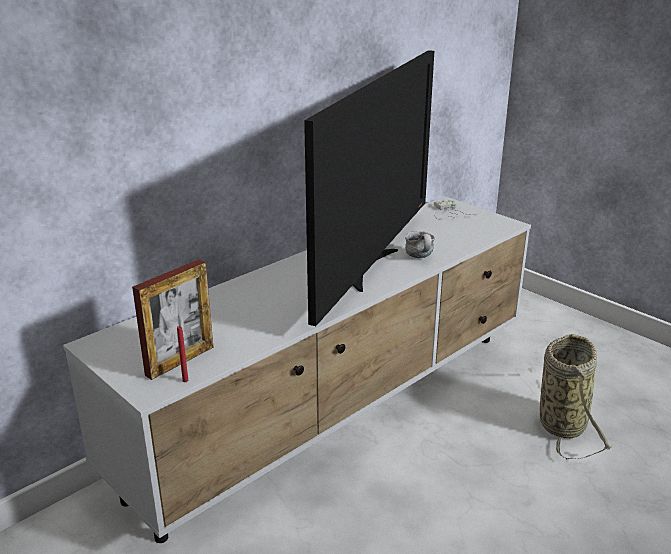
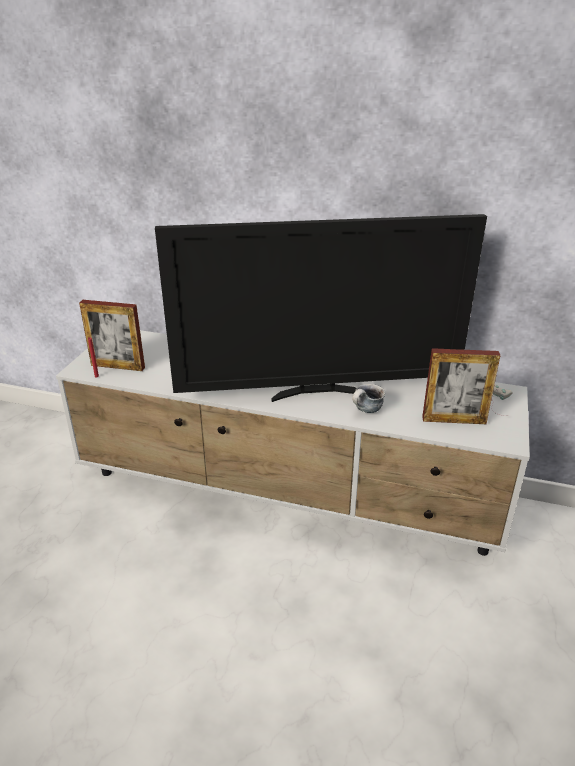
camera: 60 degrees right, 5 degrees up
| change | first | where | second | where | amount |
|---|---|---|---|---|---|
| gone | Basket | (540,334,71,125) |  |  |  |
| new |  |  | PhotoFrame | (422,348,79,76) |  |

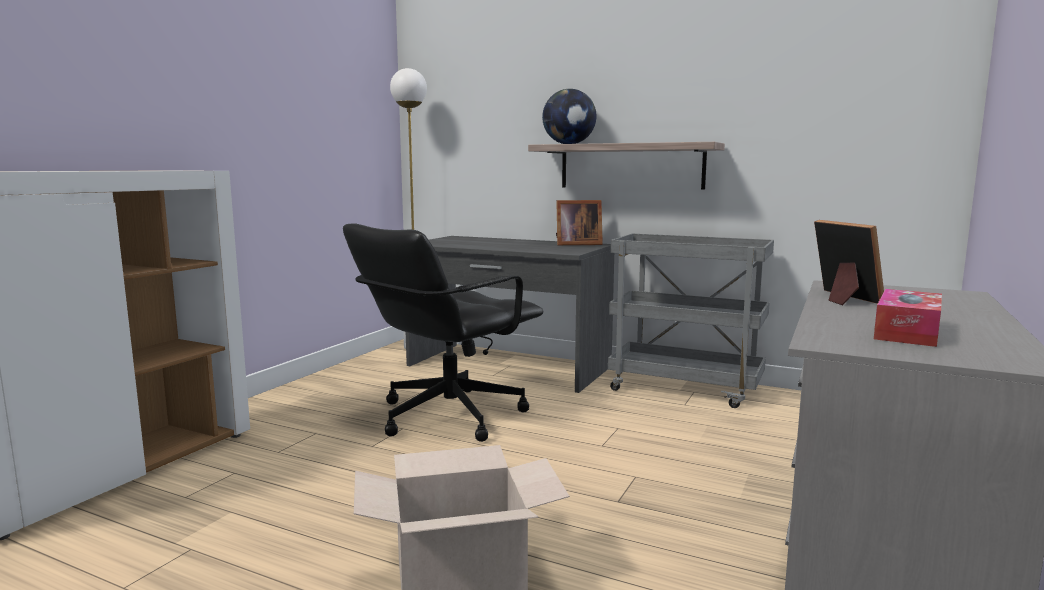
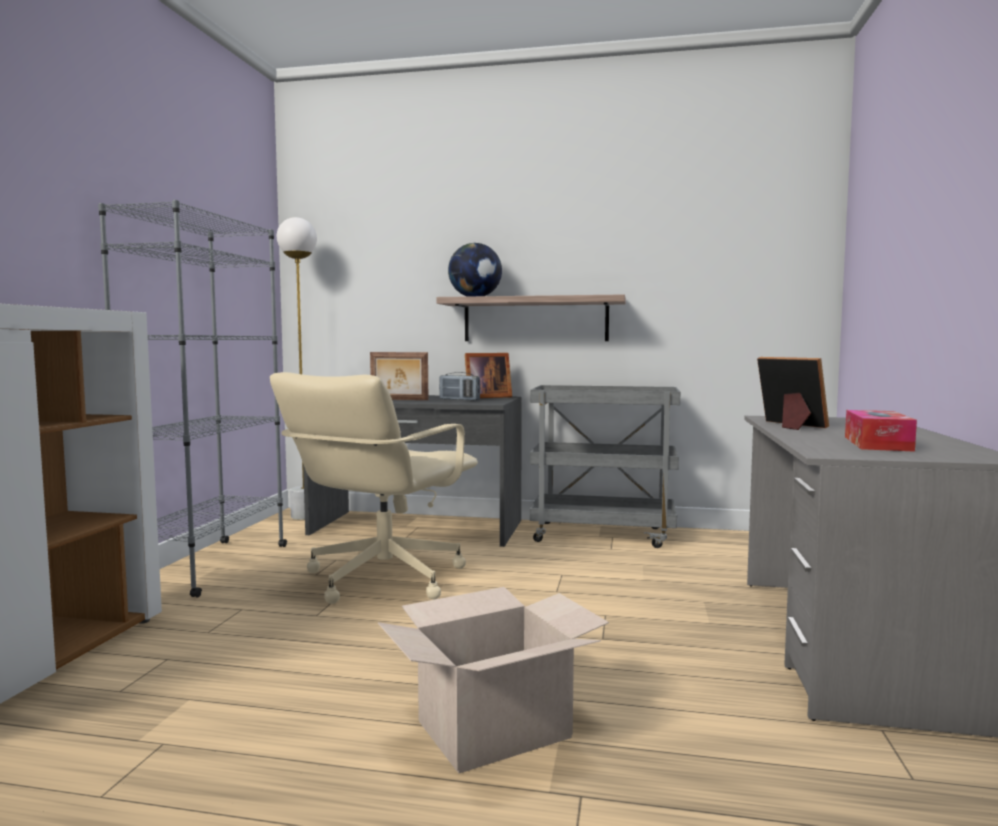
camera: 15 degrees left, 5 degrees down
| change | first | where | second | where | amount |
|---|---|---|---|---|---|
| repainted | BlackishOfficeChair | (343,223,200,219) | SandColouredOfficeChair | (270,372,208,232) |  |
| new |  |  | GreyishShelvingUnit | (98,200,189,397) |  |
| new |  |  | PhotoFrame | (370,352,58,48) |  |
| new |  |  | RadioSet | (439,372,41,29) |  |

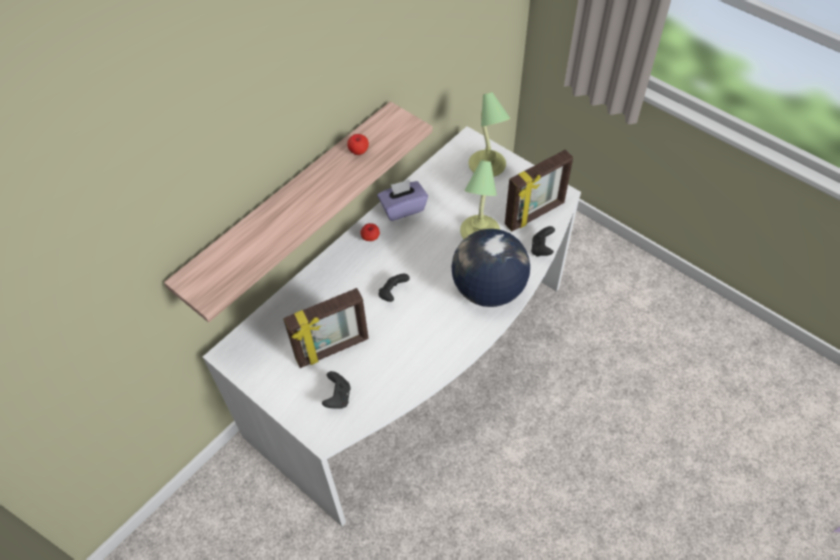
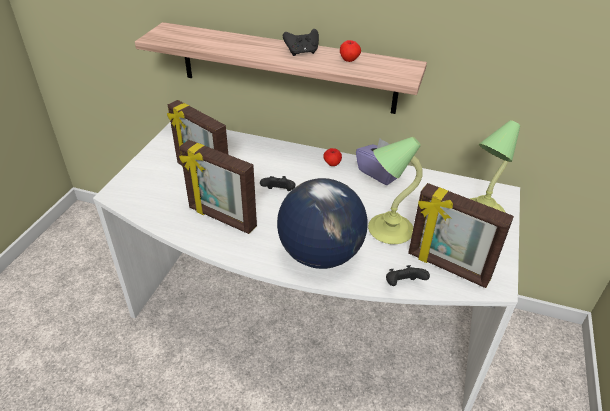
camera: 65 degrees right, 15 degrees down
| change | first | where | second | where | amount |
|---|---|---|---|---|---|
| shifted | BlackishJoypad | (322,371,29,38) |  | (283,29,36,27) |  |
| new |  |  | PhotoFrame | (179,140,78,94) |  |

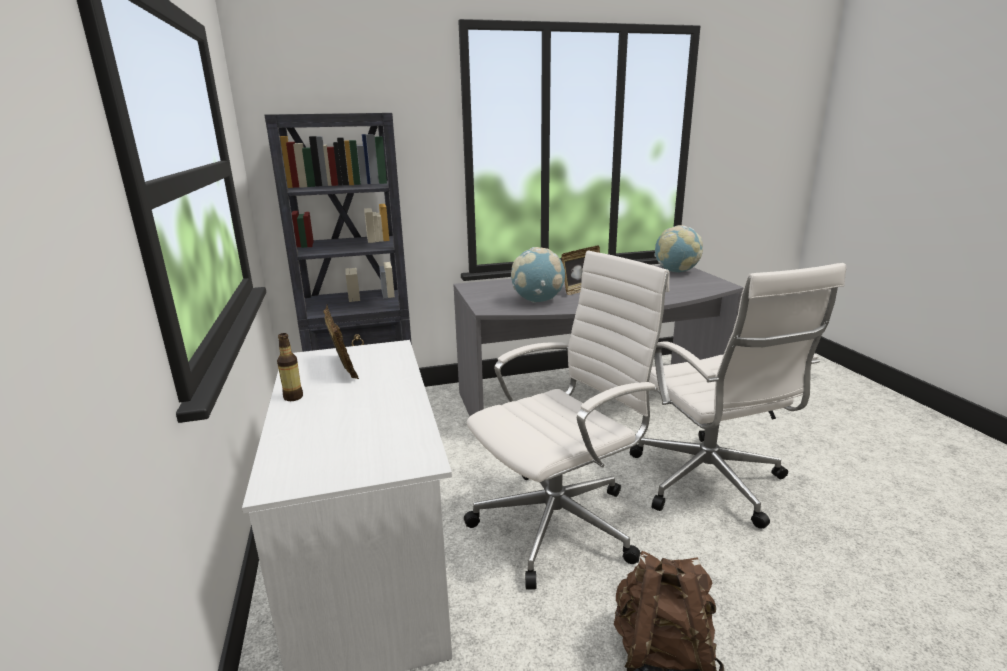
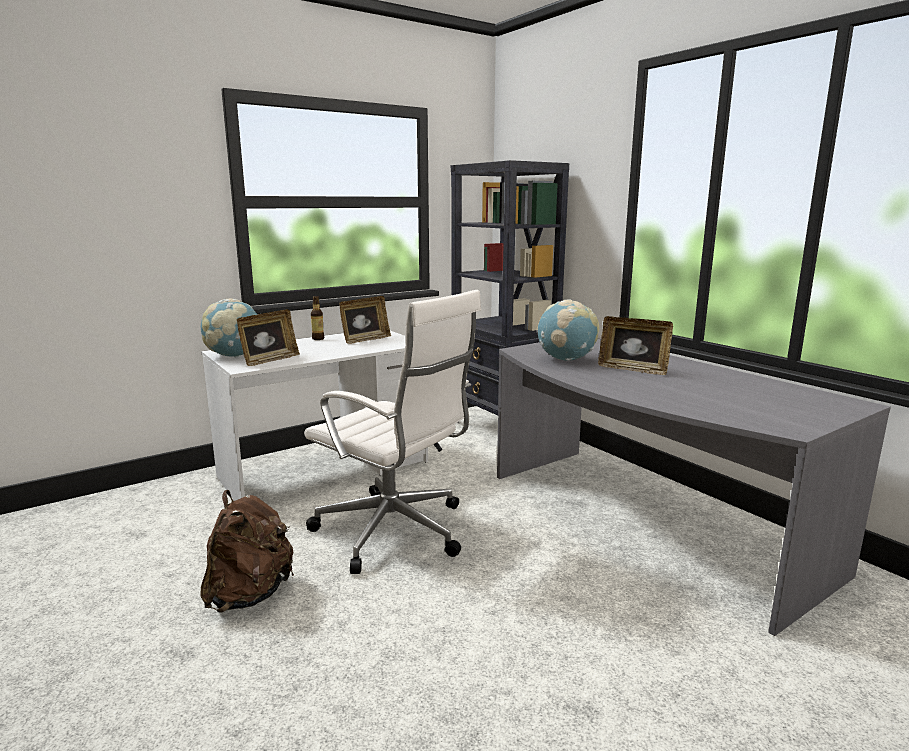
camera: 70 degrees right, 5 degrees down
| change | first | where | second | where | amount |
|---|---|---|---|---|---|
| shifted | WorldGlobe | (654,225,49,47) |  | (201,299,56,58) |  |
| gone | WhitishOfficeChair | (630,263,216,266) |  |  |  |
| new |  |  | PhotoFrame | (237,309,63,57) |  |

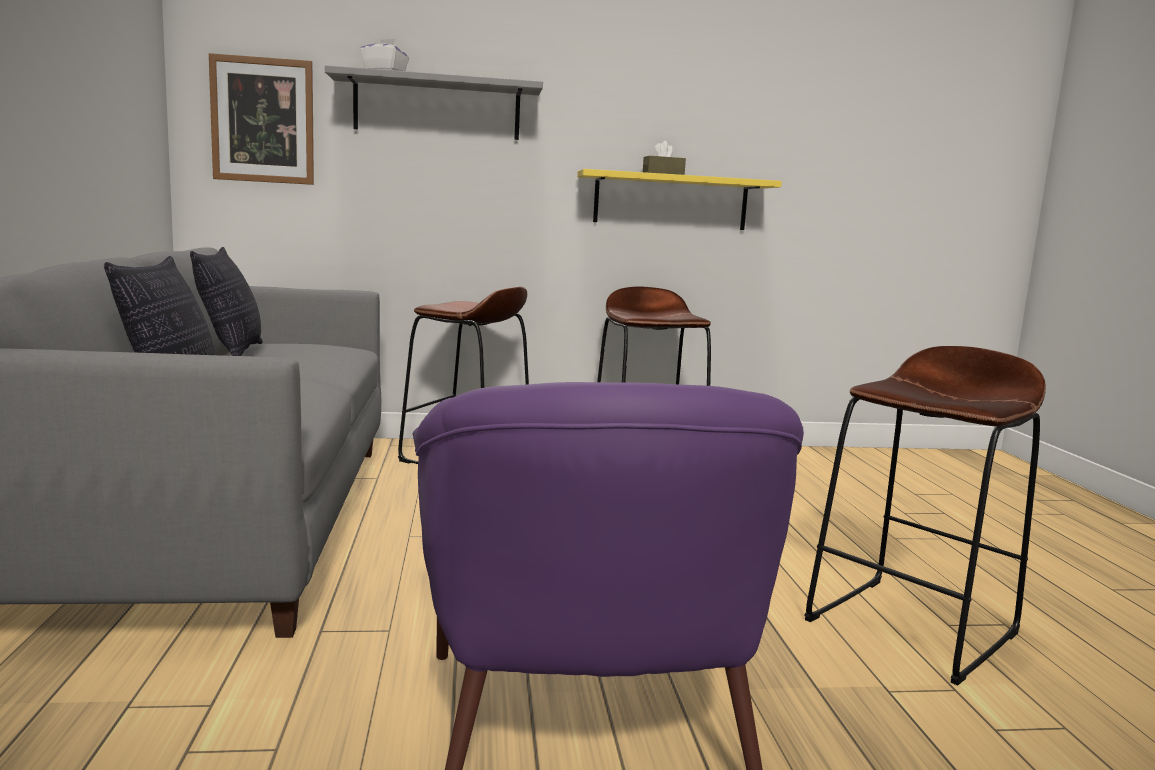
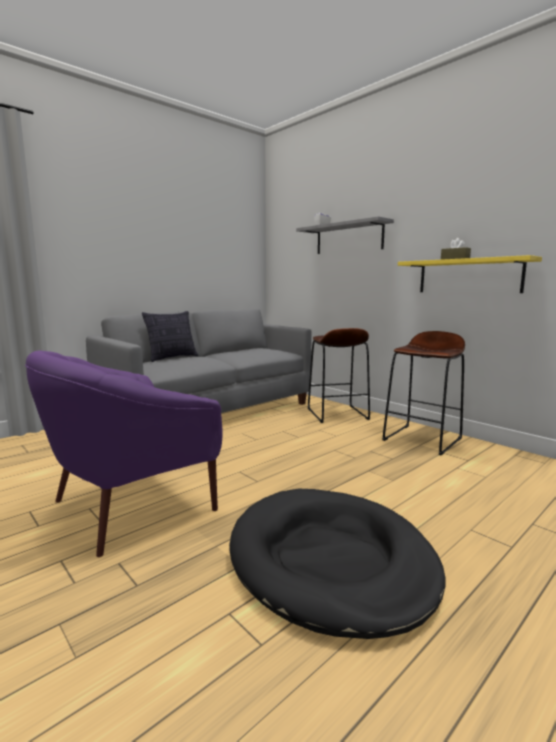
camera: 55 degrees right, 0 degrees up
| change | first | where | second | where | amount |
|---|---|---|---|---|---|
| gone | WallArt | (209,53,105,132) |  |  |  |
| gone | ThrowPillow | (190,247,73,109) |  |  |  |
| swapped | BrownishStoolSeat | (804,346,242,340) | BlackishPetBed | (229,489,216,150) |  |

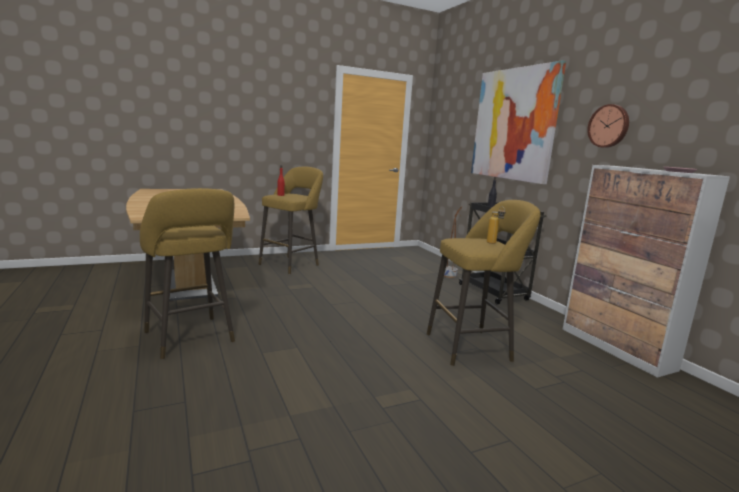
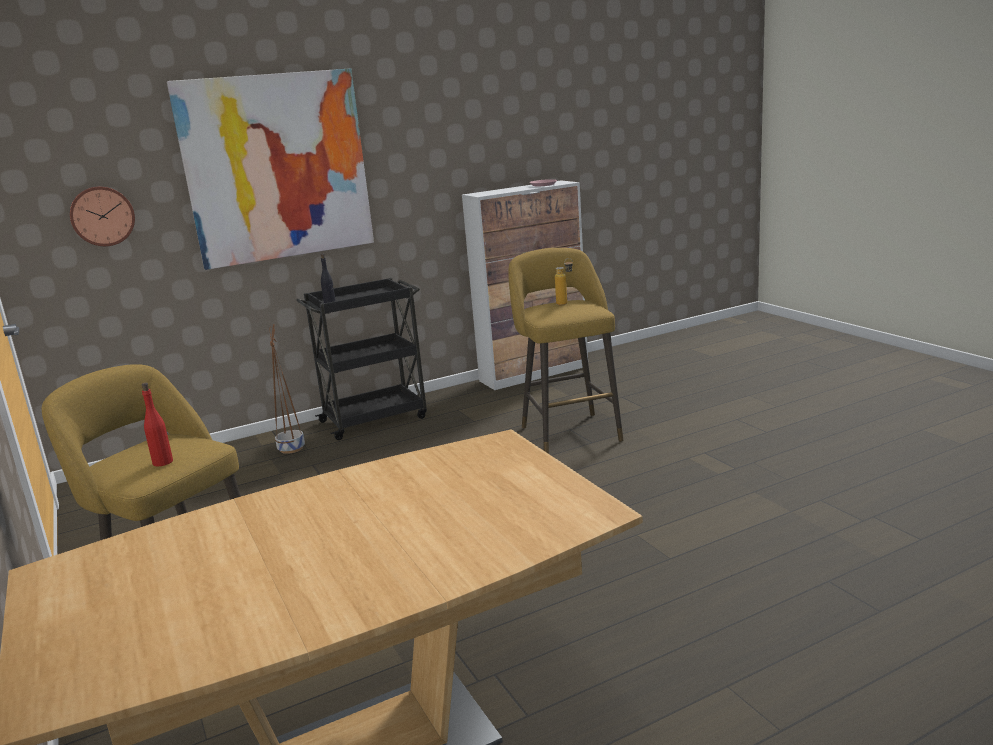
camera: 90 degrees left, 5 degrees up
| change | first | where | second | where | amount |
|---|---|---|---|---|---|
| shifted | WallClock | (587,104,42,44) |  | (70,186,65,60) |  |
| gone | YellowColouredStoolSeat | (140,188,95,171) |  |  |  |

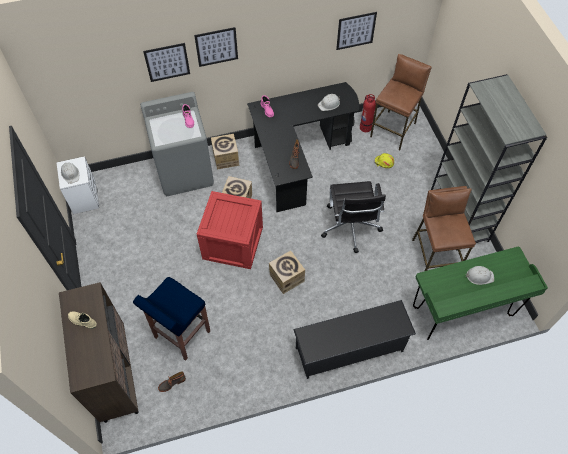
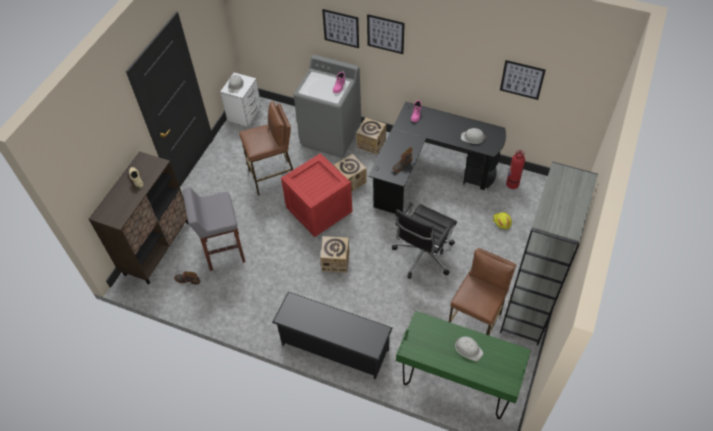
camera: 40 degrees right, 5 degrees down
| change | first | where | second | where | amount |
|---|---|---|---|---|---|
| shifted | BrownishStoolSeat | (370,54,62,96) |  | (239,101,54,95) |  |
| repainted | BlueStoolSeat | (133,277,77,84) | GreyishStoolSeat | (183,187,62,84) |  |

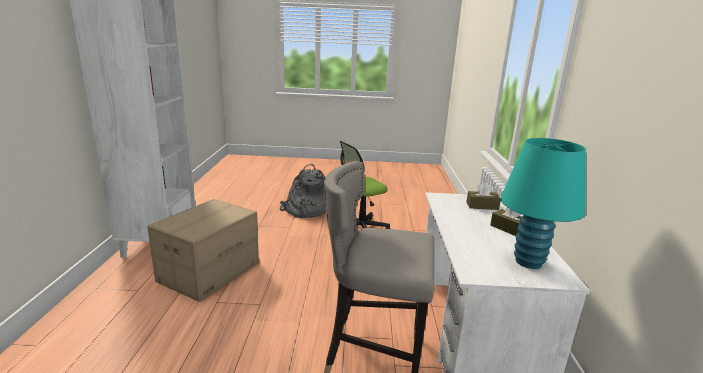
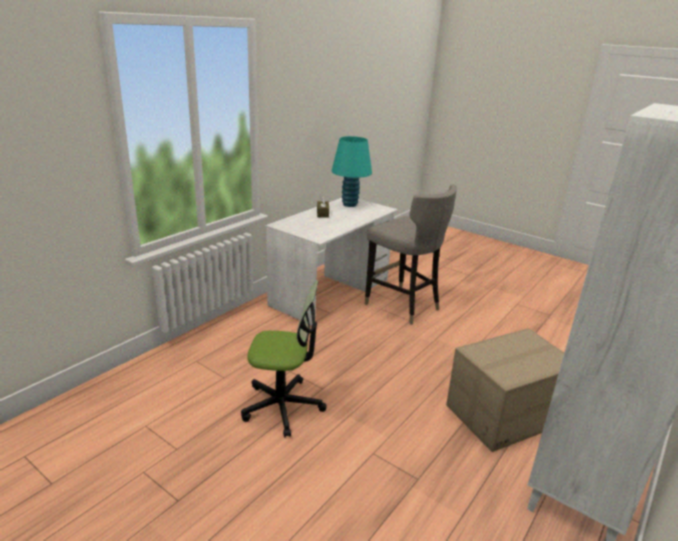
camera: 145 degrees left, 5 degrees up
| change | first | where | second | where | amount |
|---|---|---|---|---|---|
| gone | GreyishKnapsack | (280,164,46,54) |  |  |  |
| gone | BrownishTissueHolder | (466,183,35,27) |  |  |  |

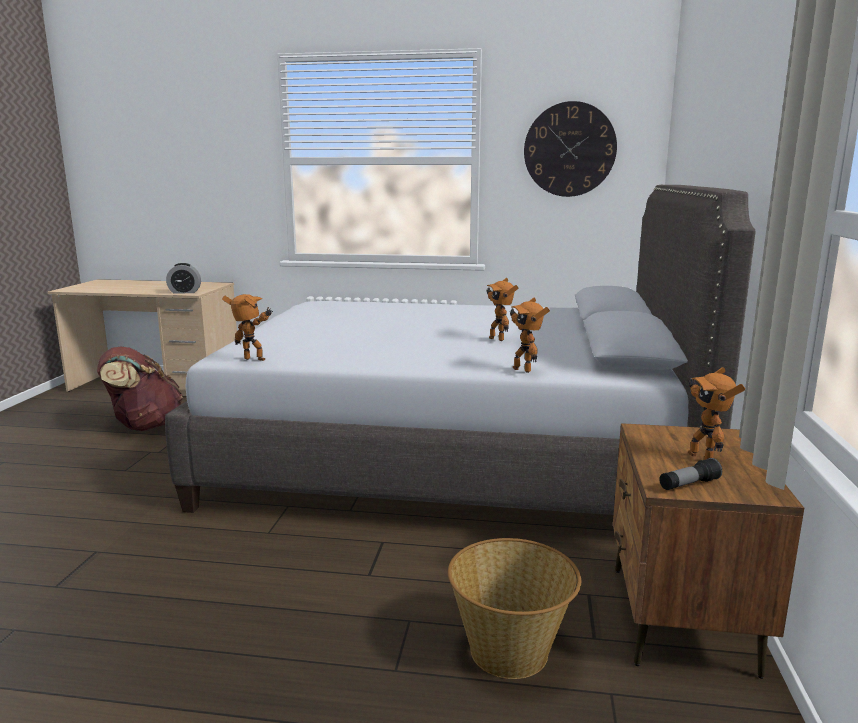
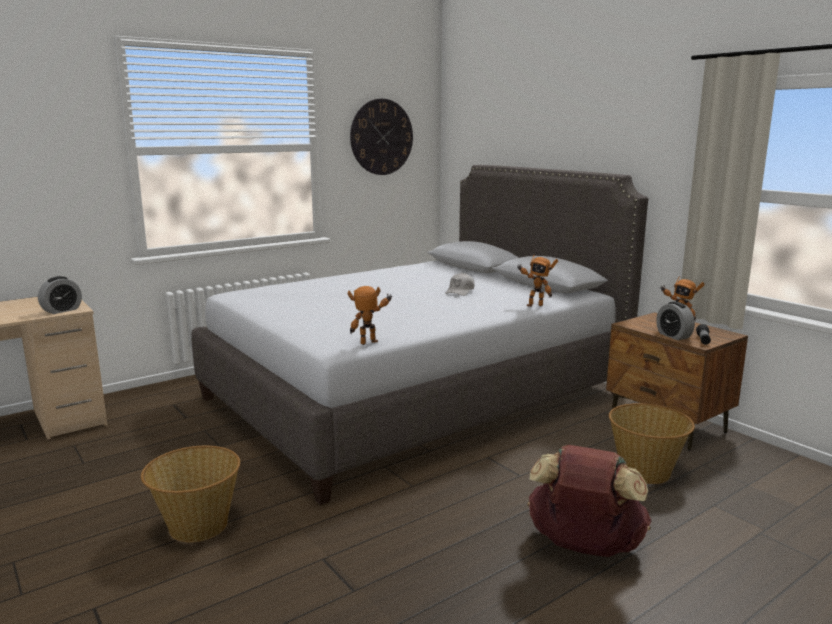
camera: 45 degrees left, 0 degrees up
| change | first | where | second | where | amount |
|---|---|---|---|---|---|
| swapped | RobotFigure | (487,278,32,63) | WhitishBaseballCap | (445,273,30,23) |  |
| shifted | BrownishKnapsack | (97,347,86,84) |  | (527,445,124,112) |  |
| new |  |  | AlarmClock | (656,301,39,39) |  |
| new |  |  | Basket | (141,446,99,96) |  |

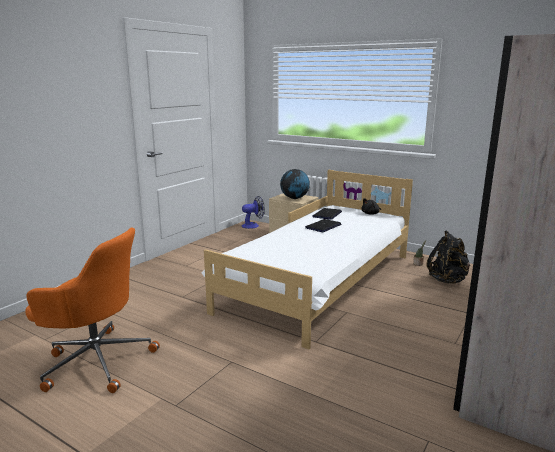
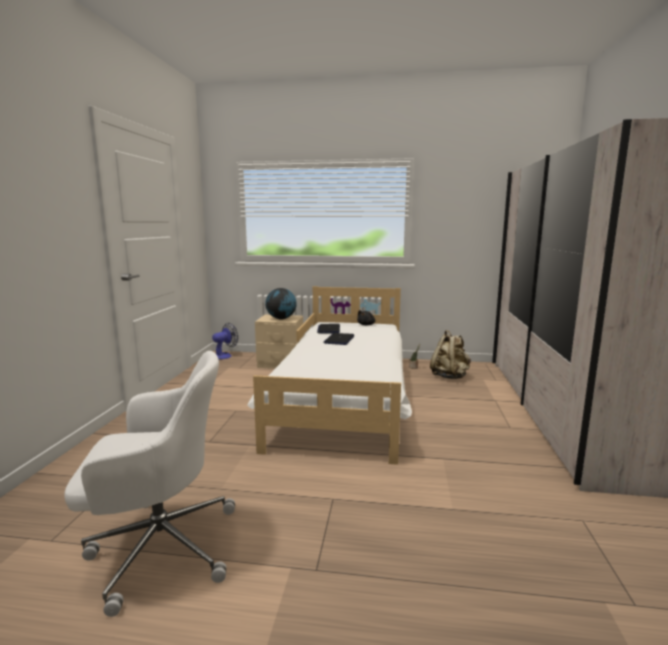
camera: 25 degrees left, 5 degrees down
| change | first | where | second | where | amount |
|---|---|---|---|---|---|
| repainted | OrangeyOfficeChair | (25,227,135,166) | WhitishOfficeChair | (65,351,170,266) |  |
| repainted | BlackishKnapsack | (427,230,43,54) | SandColouredKnapsack | (430,330,41,49) |  |

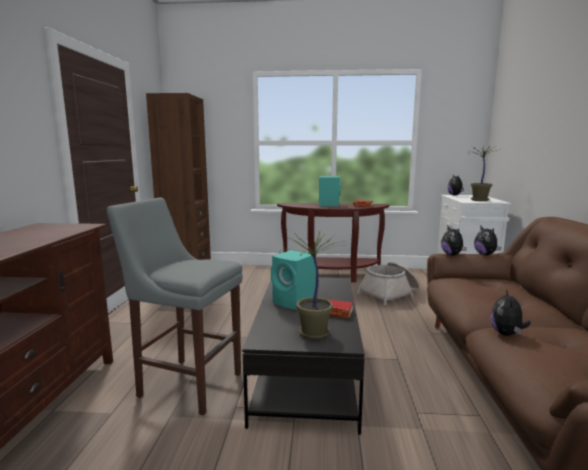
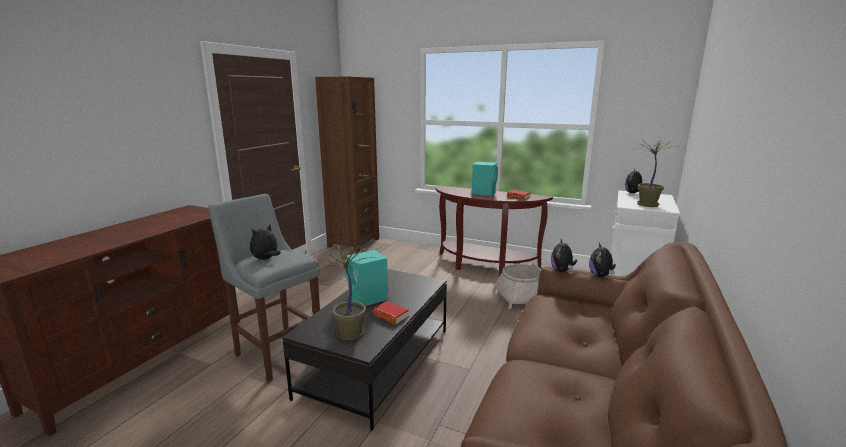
camera: 20 degrees right, 5 degrees up
| change | first | where | second | where | amount |
|---|---|---|---|---|---|
| shifted | PlushToy | (491,289,40,47) |  | (250,225,31,35) |  |

